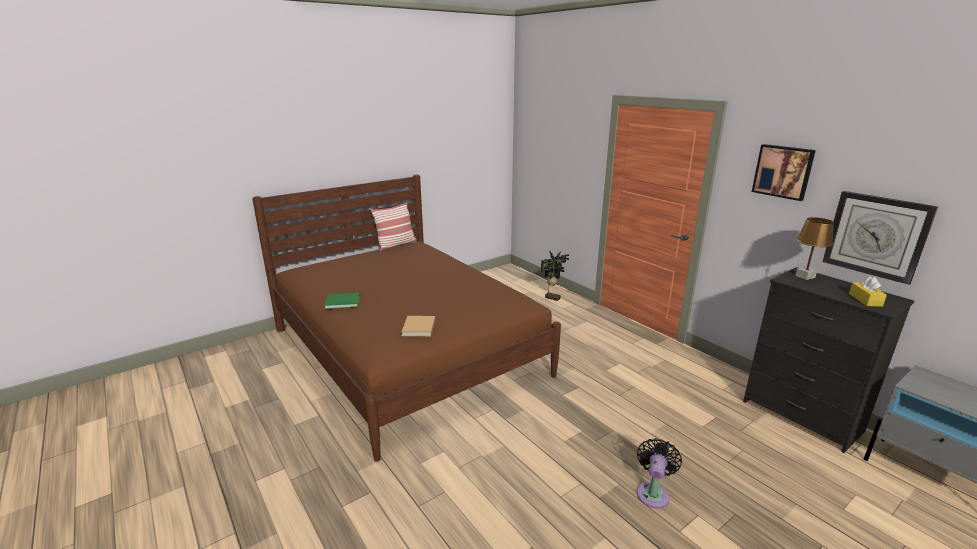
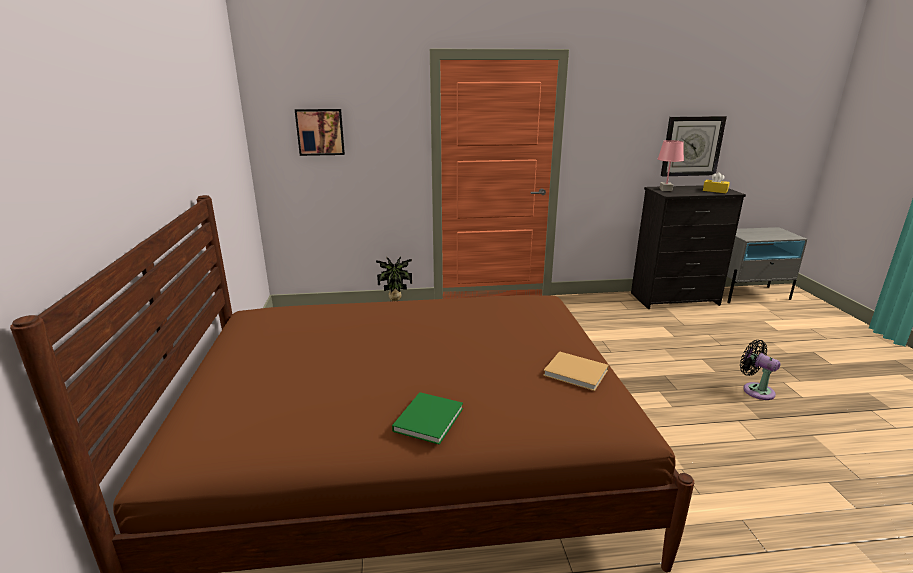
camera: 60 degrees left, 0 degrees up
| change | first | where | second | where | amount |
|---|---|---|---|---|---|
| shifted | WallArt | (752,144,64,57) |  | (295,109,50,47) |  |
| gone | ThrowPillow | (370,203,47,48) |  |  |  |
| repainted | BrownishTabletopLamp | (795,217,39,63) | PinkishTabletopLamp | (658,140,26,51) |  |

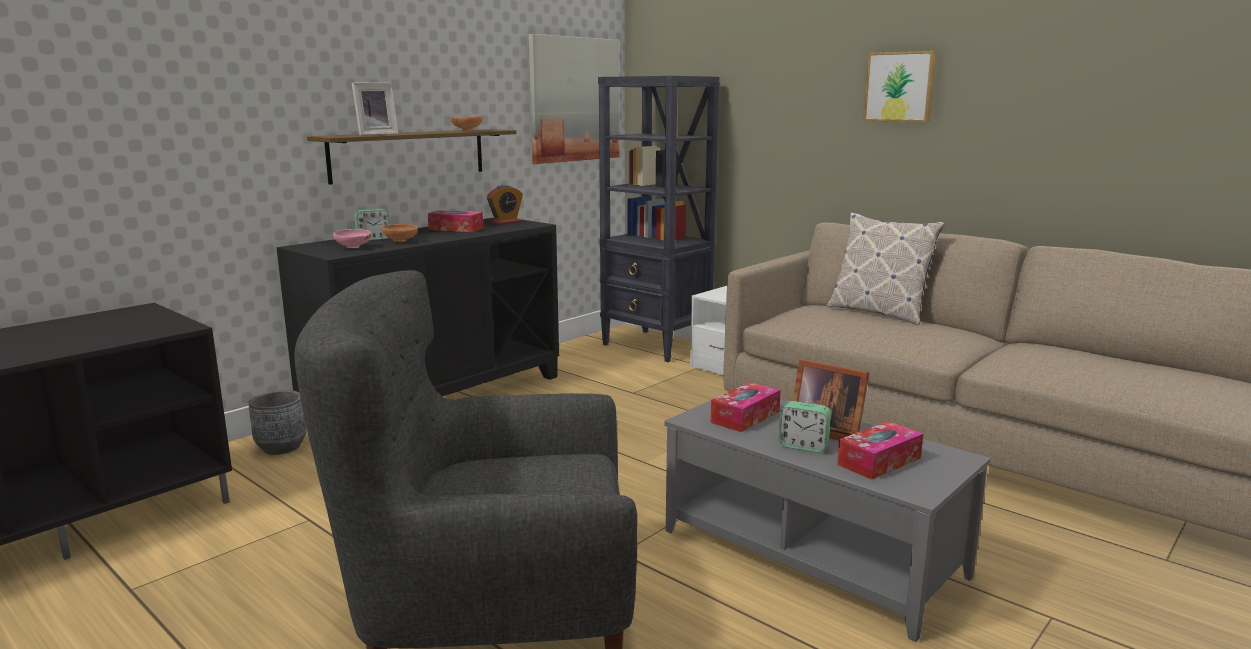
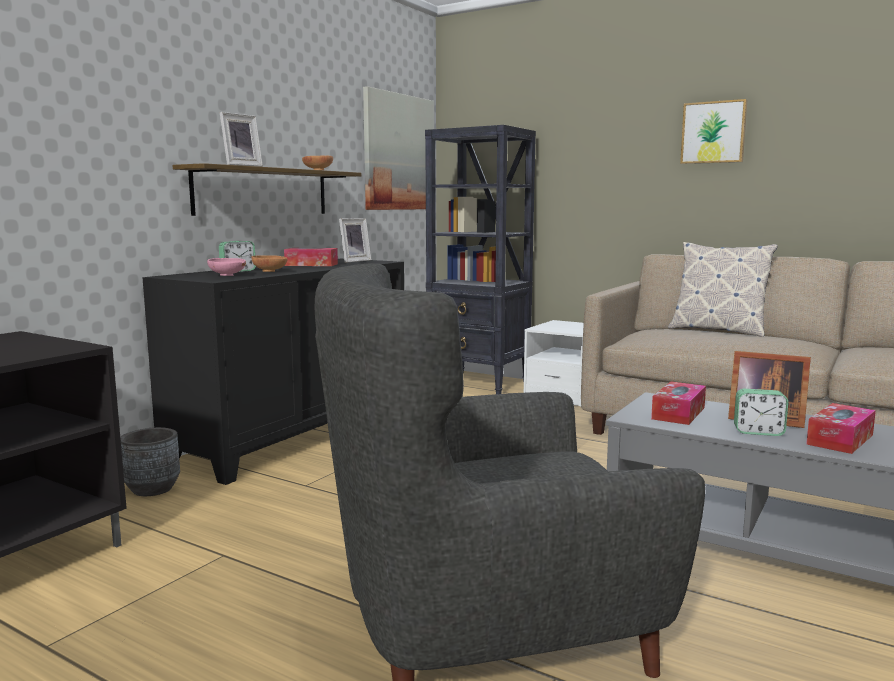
camera: 10 degrees left, 5 degrees down
| change | first | where | second | where | amount |
|---|---|---|---|---|---|
| swapped | AlarmClock | (487,185,36,40) | PhotoFrame | (339,218,32,45) |  |

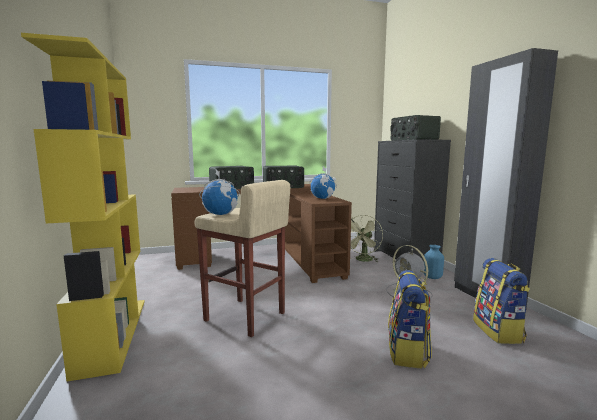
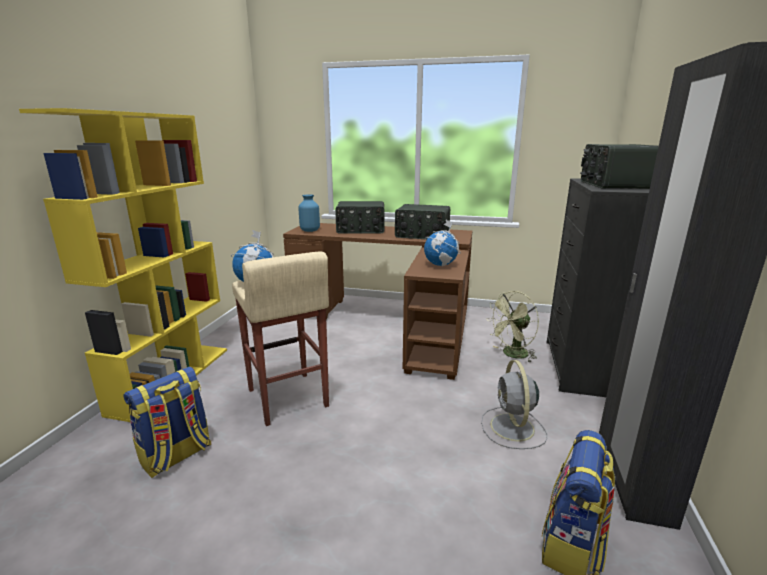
camera: 30 degrees right, 10 degrees up
| change | first | where | second | where | amount |
|---|---|---|---|---|---|
| shifted | BlueDecorativeVase | (424,245,20,34) |  | (298,194,22,38) |  |
| shifted | Knapsack | (388,270,44,98) |  | (123,366,88,112) |  |

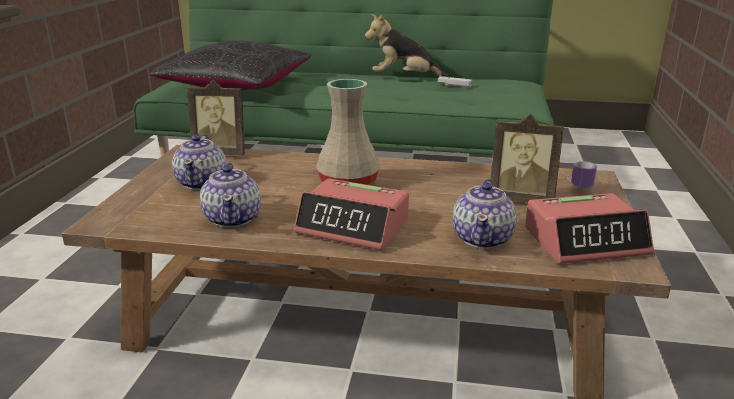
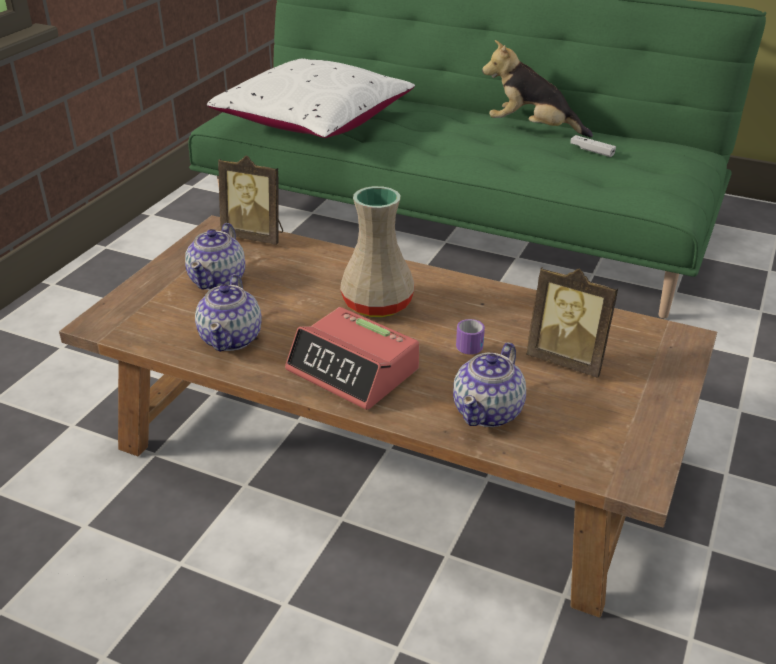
camera: 15 degrees right, 10 degrees up
| change | first | where | second | where | amount |
|---|---|---|---|---|---|
| repainted | BlackishThrowPillow | (150,41,162,49) | WhitishThrowPillow | (207,58,208,80) |  |
| shifted | TeaMug | (562,161,35,28) |  | (456,319,29,36) |  |
| gone | AlarmClock | (525,193,129,71) |  |  |  |

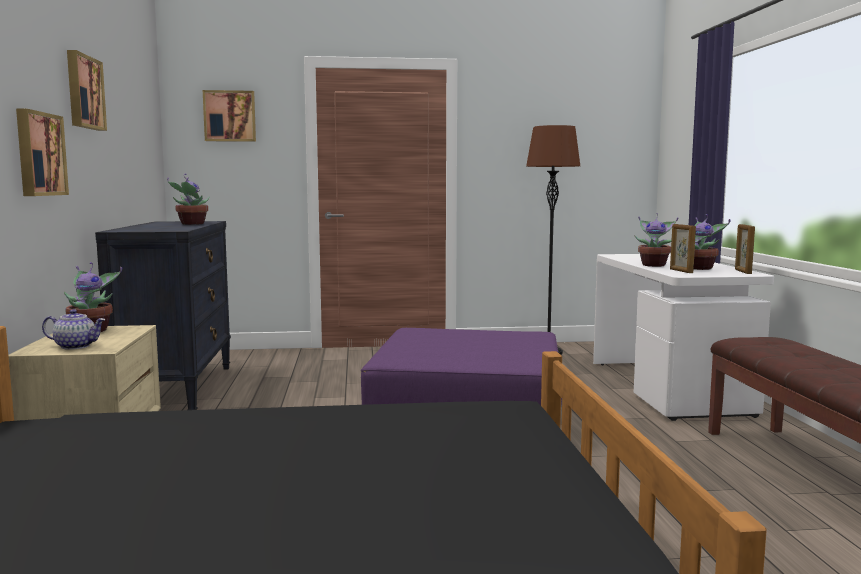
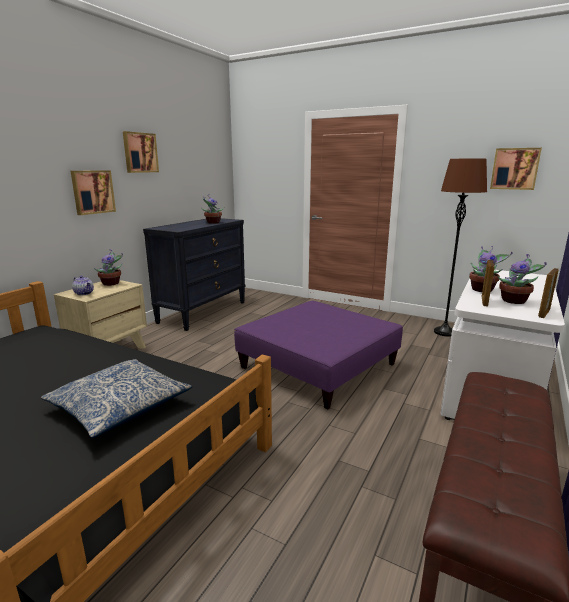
camera: 35 degrees right, 10 degrees up
| change | first | where | second | where | amount |
|---|---|---|---|---|---|
| shifted | WallArt | (203,90,53,52) |  | (490,148,52,42) |  |
| new |  |  | ThrowPillow | (41,359,151,79) |  |

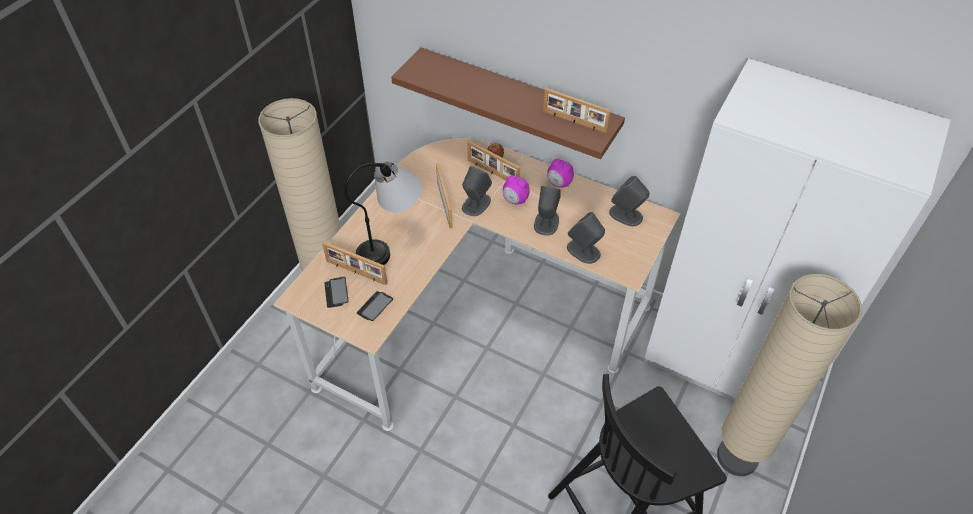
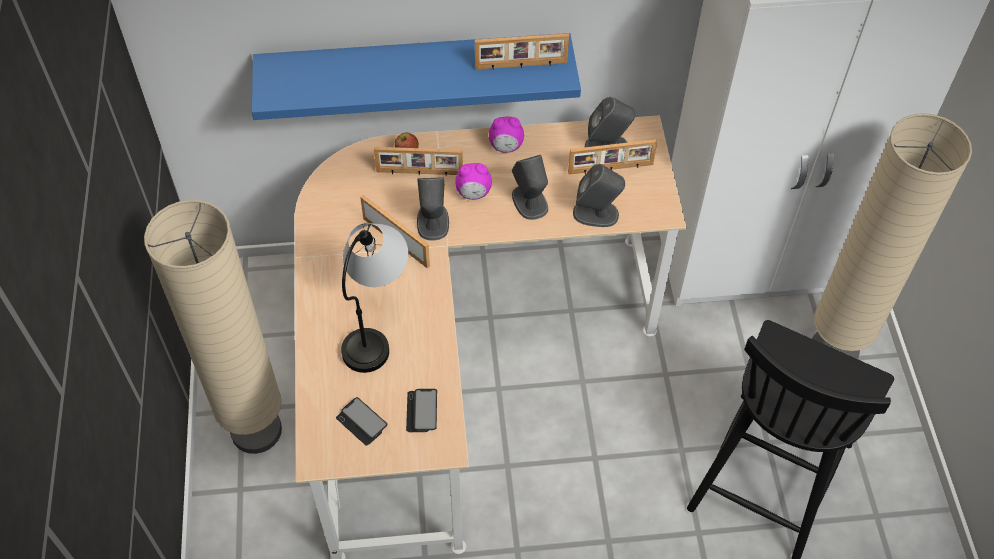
camera: 35 degrees left, 5 degrees up
| change | first | where | second | where | amount |
|---|---|---|---|---|---|
| repainted | BrownishWallShelf | (391,47,234,112) | BlueWallShelf | (252,33,329,87) |  |
| shifted | PhotoFrame | (322,242,65,43) |  | (568,139,89,36) |  |

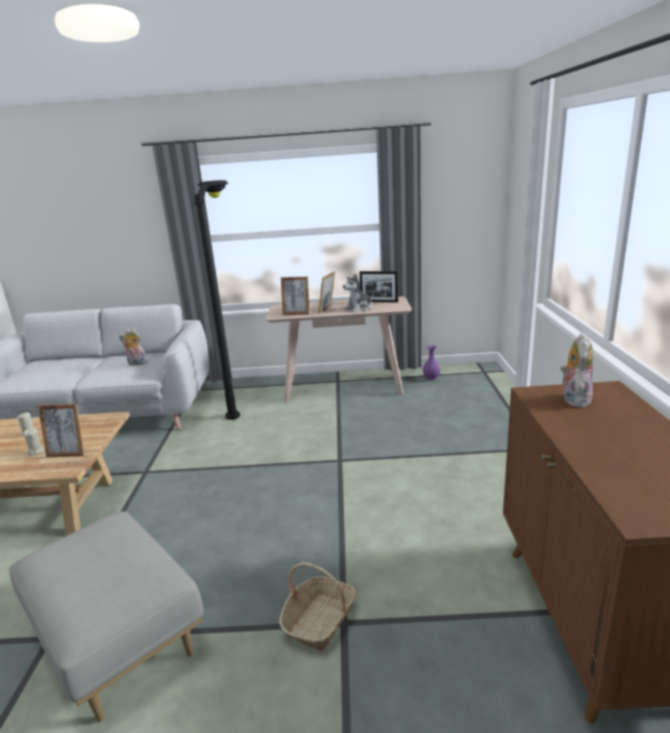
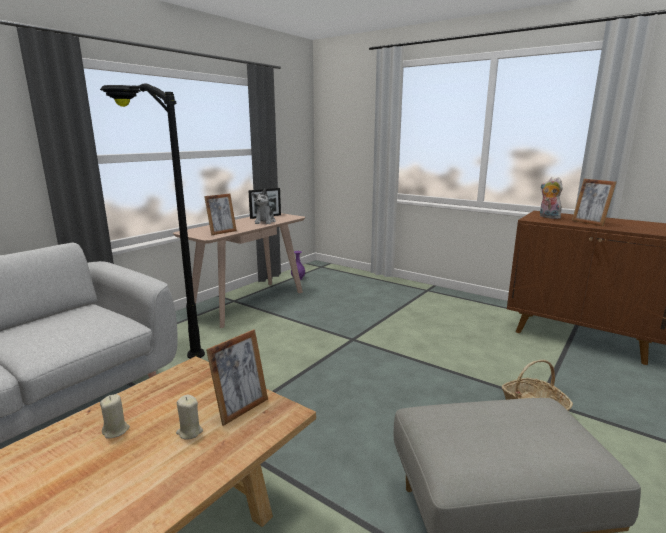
camera: 55 degrees left, 5 degrees down
| change | first | where | second | where | amount |
|---|---|---|---|---|---|
| shifted | PhotoFrame | (318,271,17,43) |  | (572,179,45,47) |  |
| gone | PlushToy | (119,328,29,38) |  |  |  |

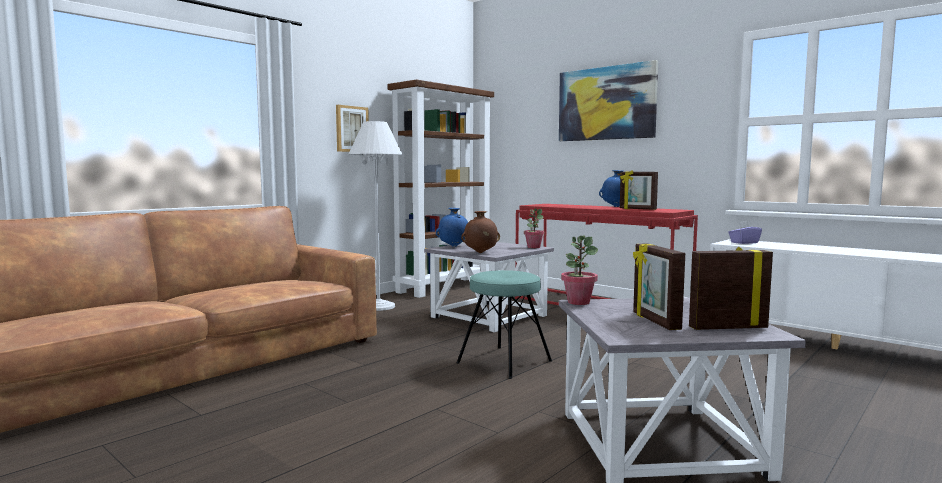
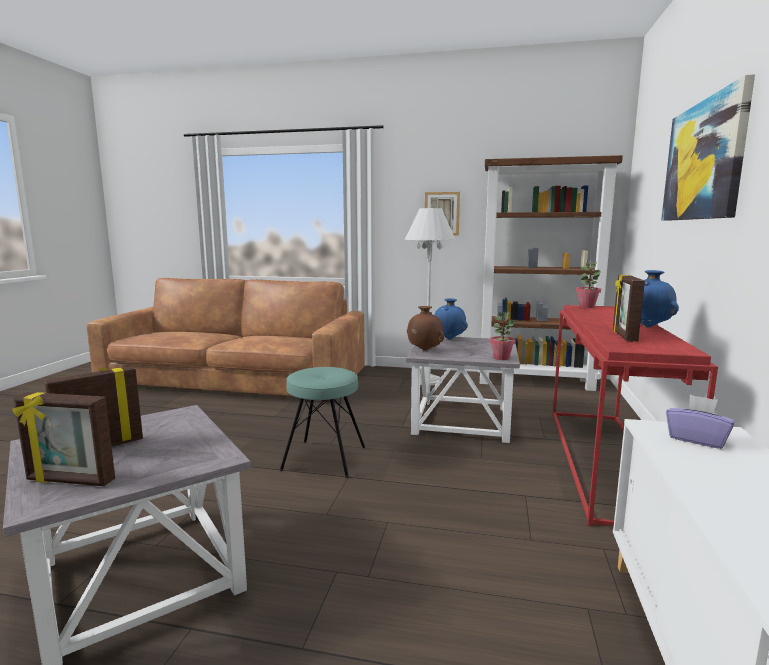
camera: 60 degrees right, 5 degrees up
| change | first | where | second | where | amount |
|---|---|---|---|---|---|
| shifted | Houseplant | (561,235,37,70) |  | (576,263,25,45) |  |
| rotated | PhotoFrame | (689,247,84,83) |  | (12,392,103,94) | 135 degrees clockwise |

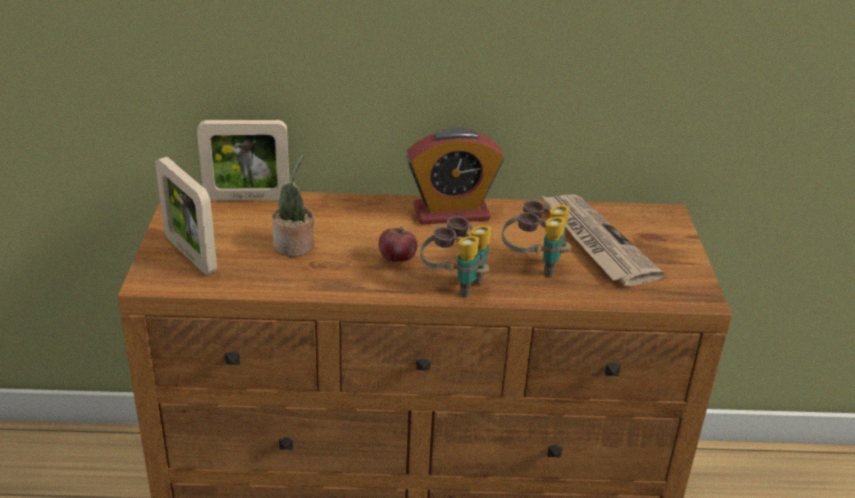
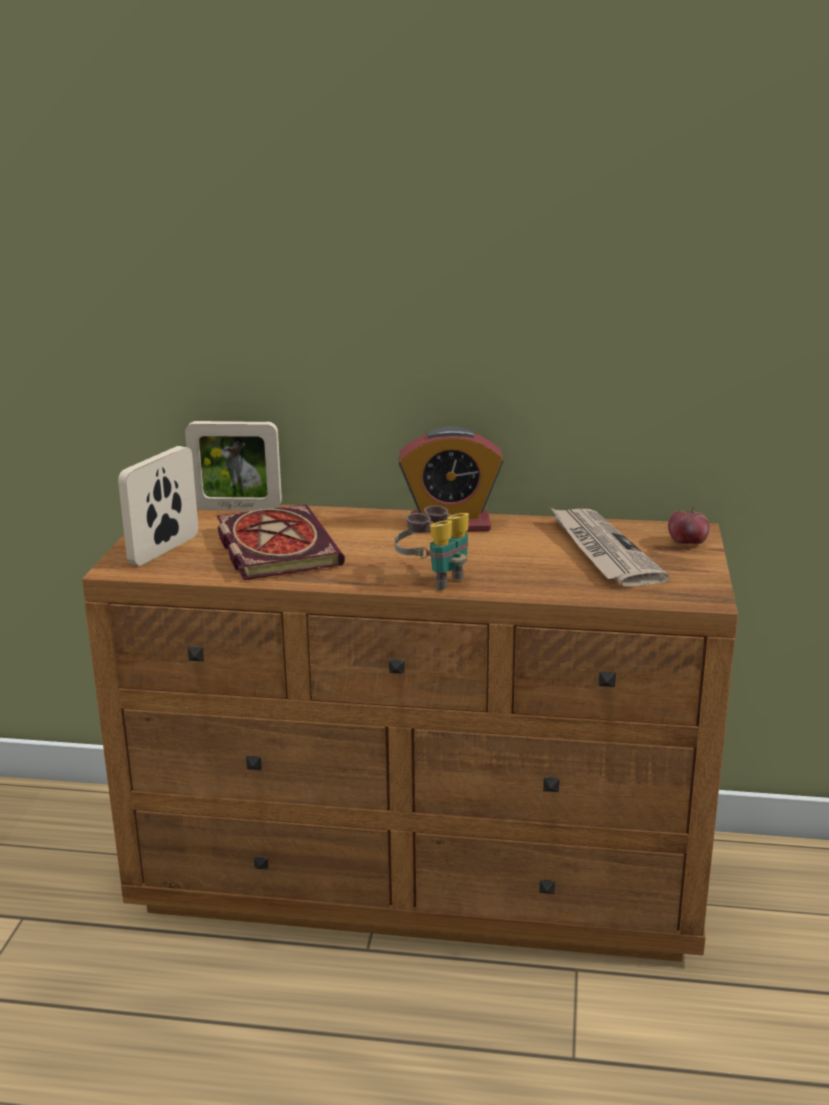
camera: 10 degrees right, 10 degrees down
| change | first | where | second | where | amount |
|---|---|---|---|---|---|
| swapped | Houseplant | (272,155,42,102) | Book | (217,504,128,76) |  |
| rotated | PhotoFrame | (155,156,62,119) |  | (118,446,80,120) | 60 degrees clockwise |
| gone | PairOfBinoculars | (502,200,69,77) |  |  |  |
| shifted | WholeApple | (379,226,38,36) |  | (668,507,42,37) |  |

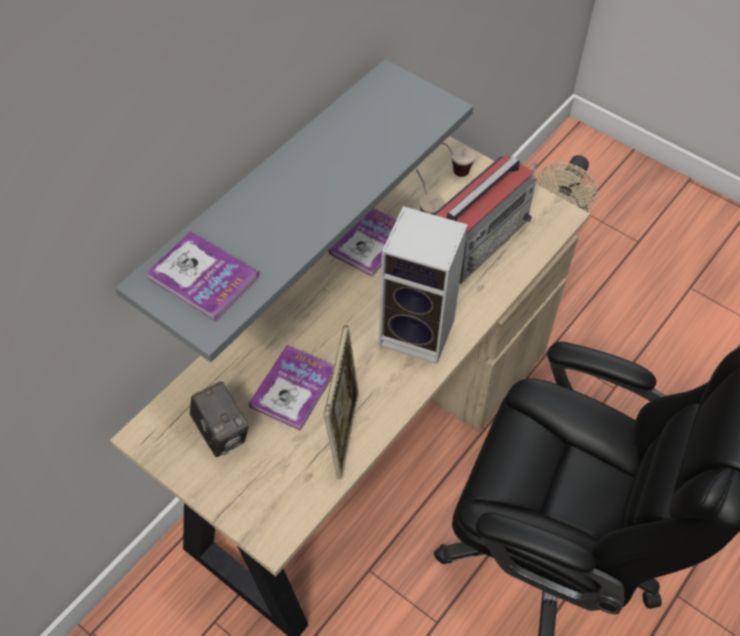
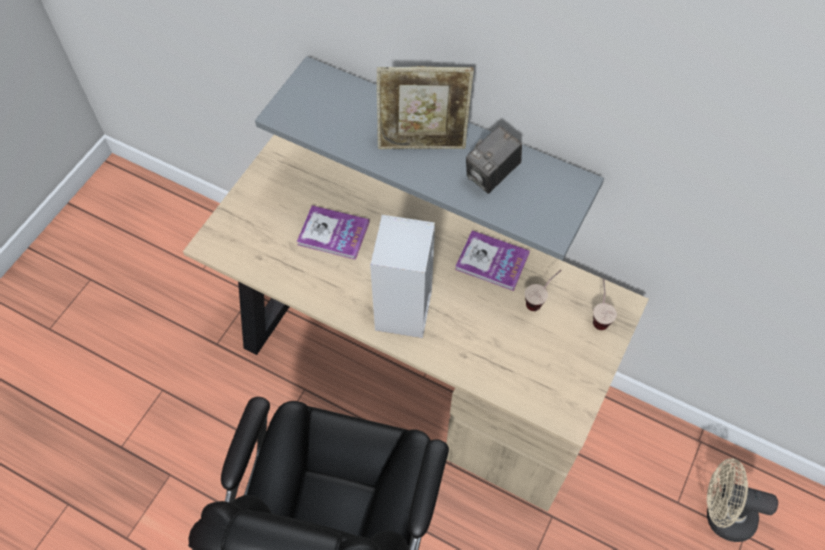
camera: 80 degrees right, 5 degrees up
| change | first | where | second | where | amount |
|---|---|---|---|---|---|
| gone | RadioSet | (433,155,104,129) |  |  |  |
| gone | Book | (146,231,113,90) |  |  |  |
| shifted | PhotoFrame | (324,325,35,154) |  | (377,66,97,83) |  |
| shifted | PhotoCamera | (190,382,59,75) |  | (466,125,56,69) |  |

